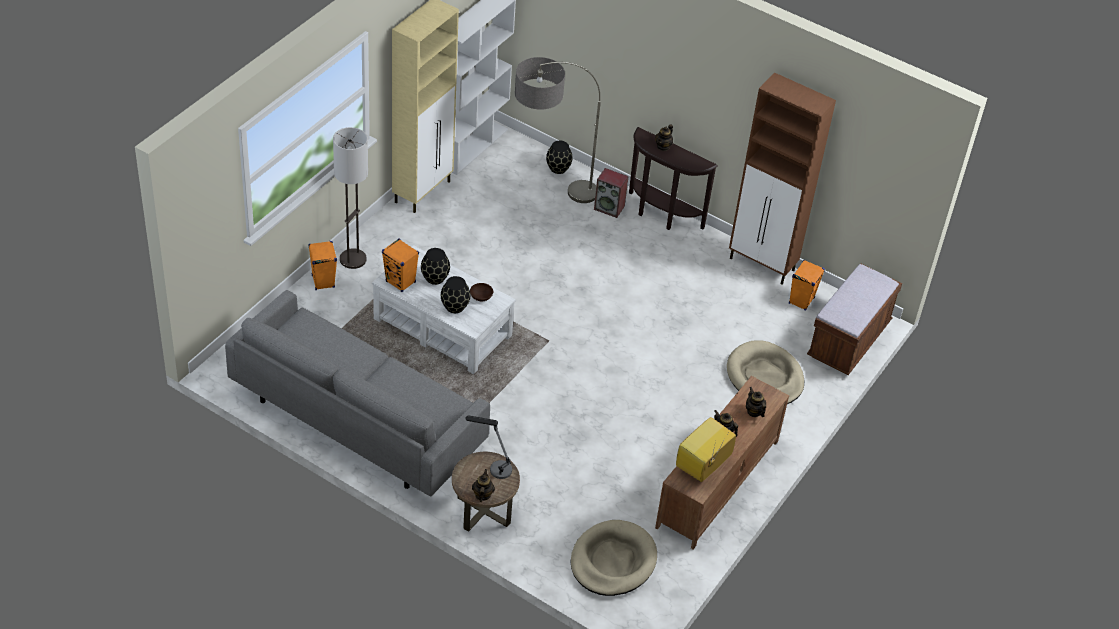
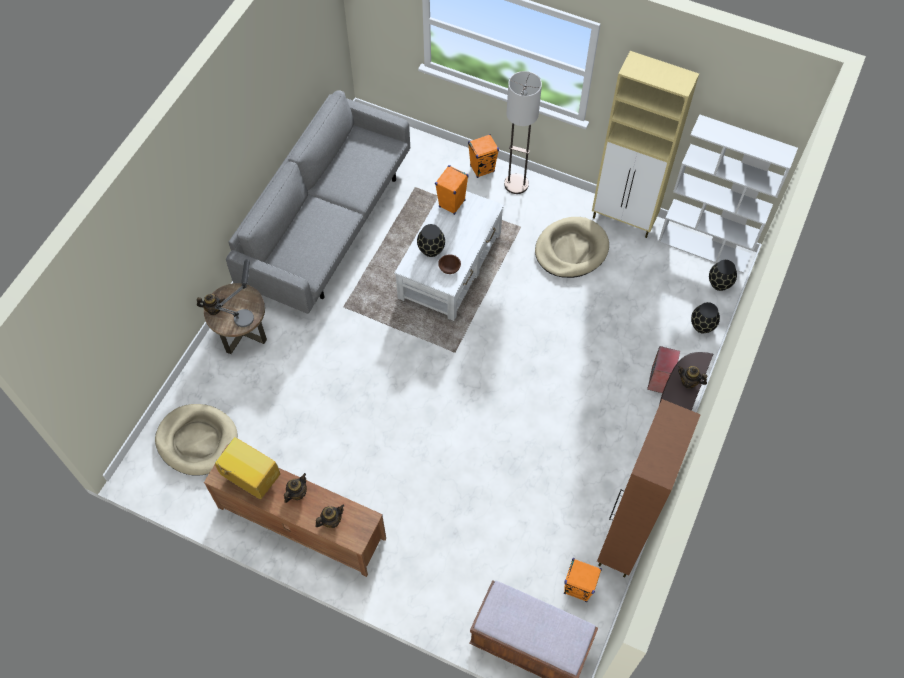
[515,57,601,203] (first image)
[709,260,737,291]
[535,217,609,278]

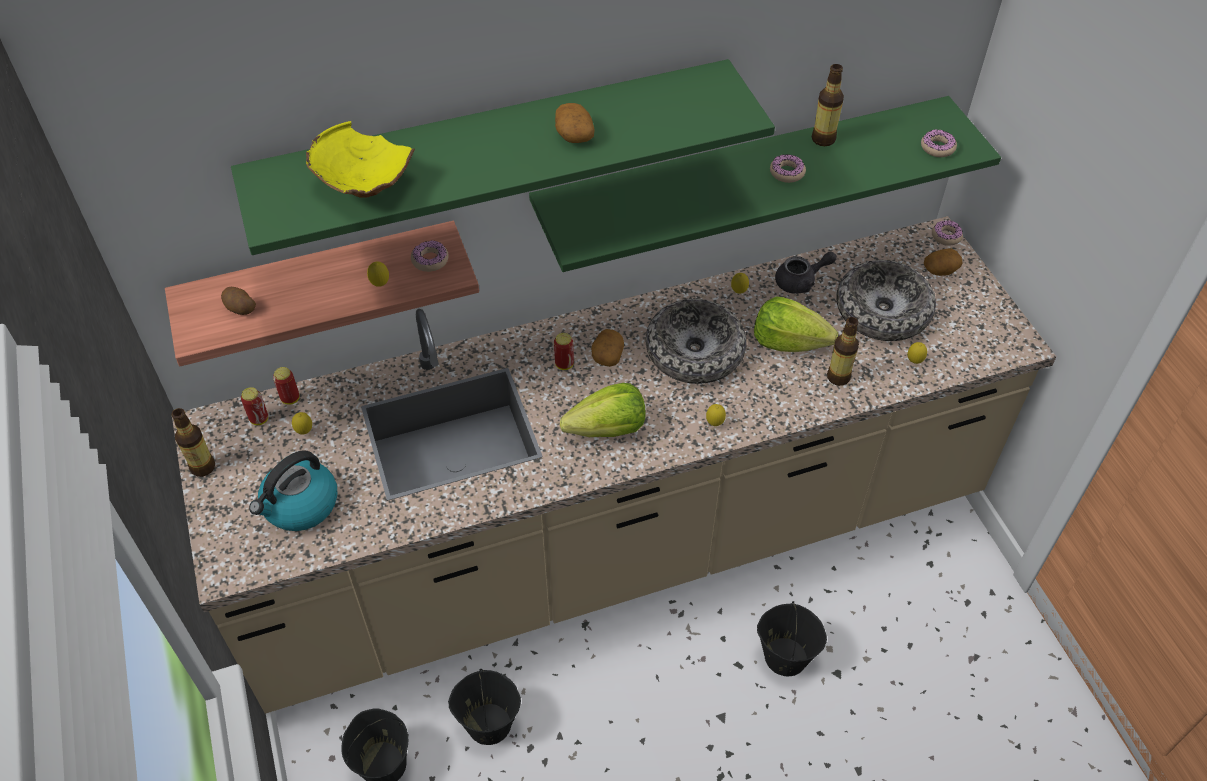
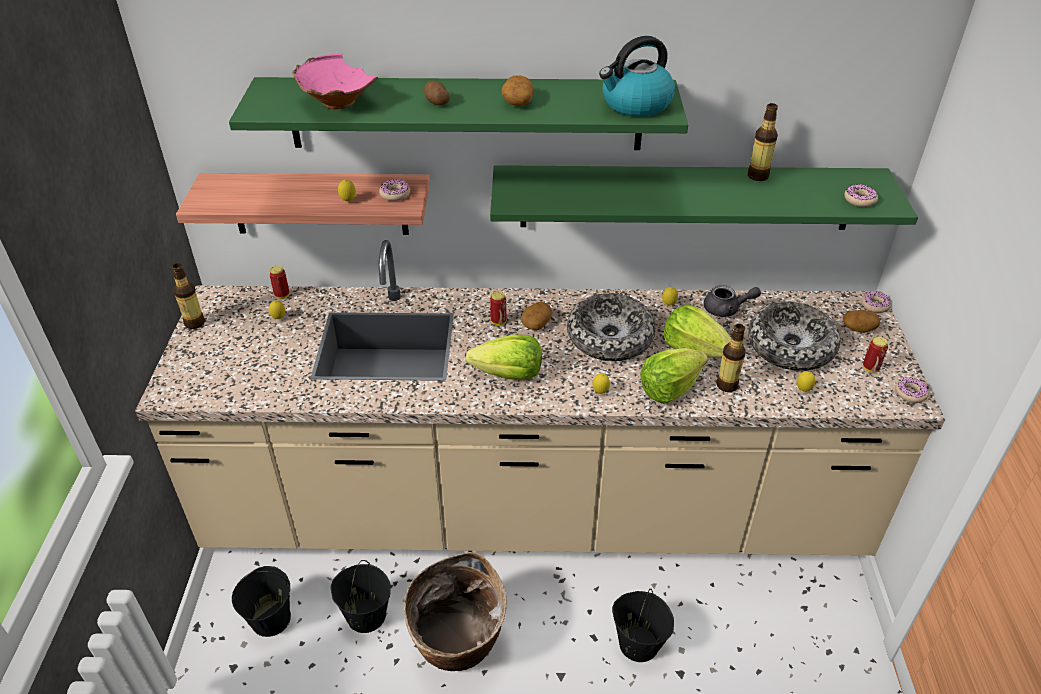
[292,54,378,109]
[895,377,929,403]
[424,81,450,106]
[863,337,888,372]
[599,36,675,117]
[640,348,708,404]
[404,552,507,671]

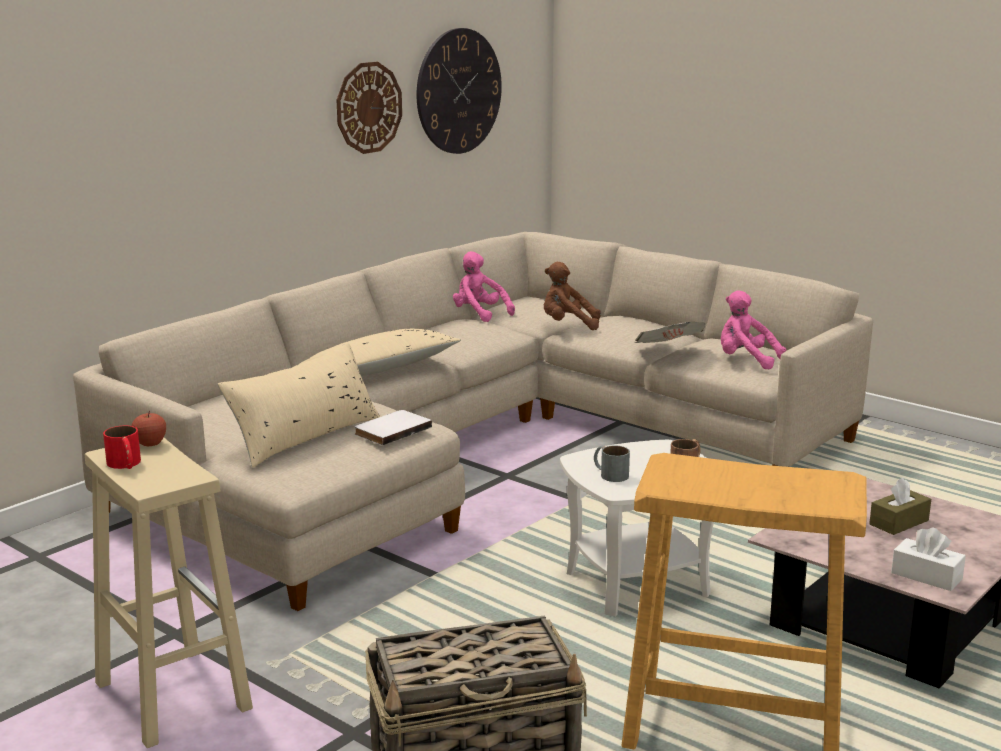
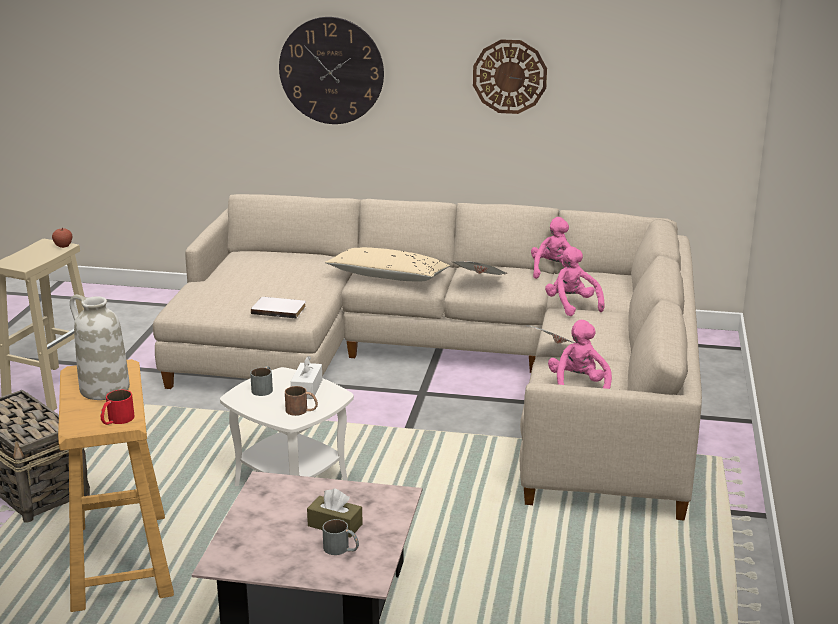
[279,17,384,124]
[545,246,605,316]
[218,342,380,468] (first image)
[101,390,135,425]
[291,356,322,399]
[453,261,507,275]
[70,295,130,400]
[322,519,359,555]

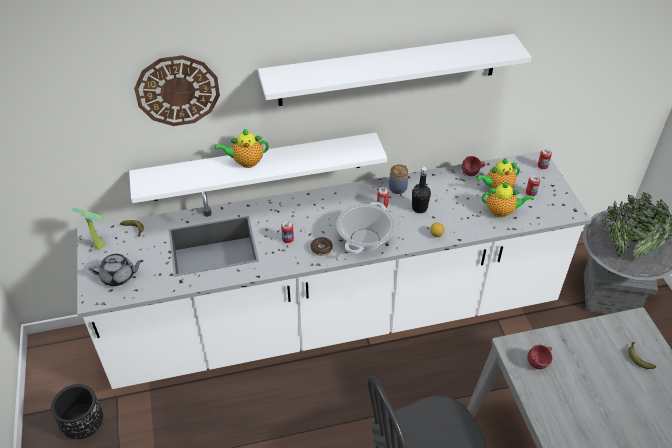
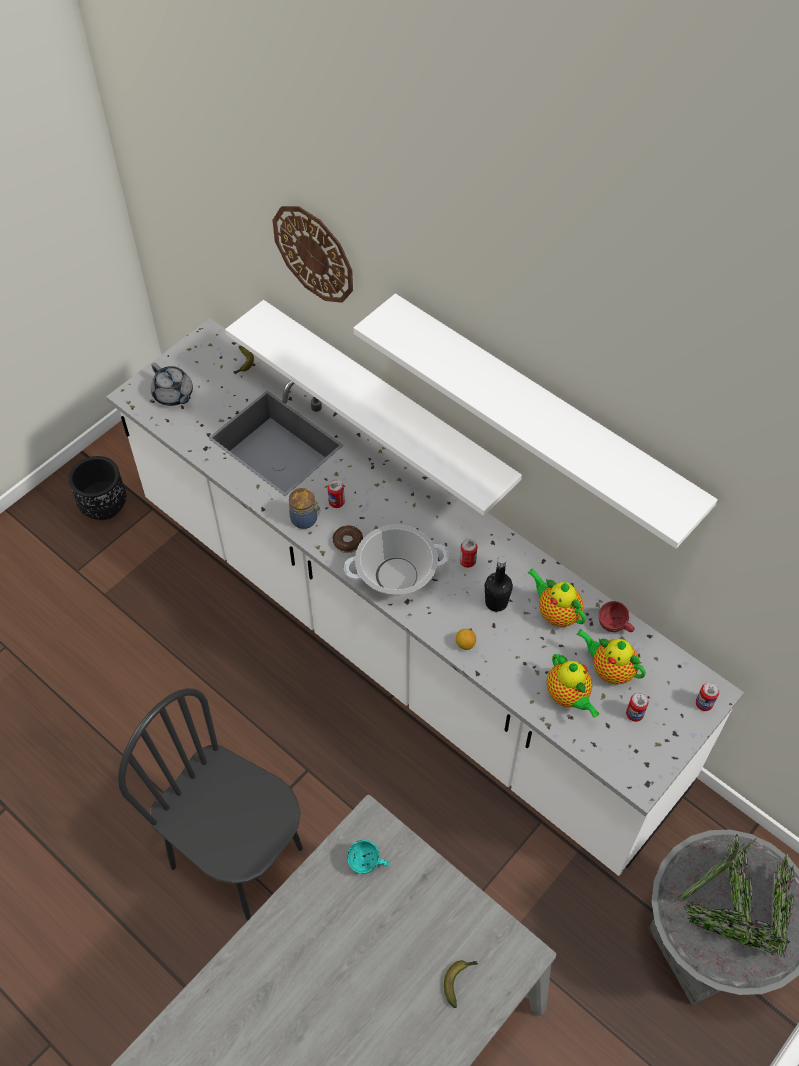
[527,569,586,627]
[289,488,320,529]
[72,208,105,250] (first image)
[347,840,389,874]

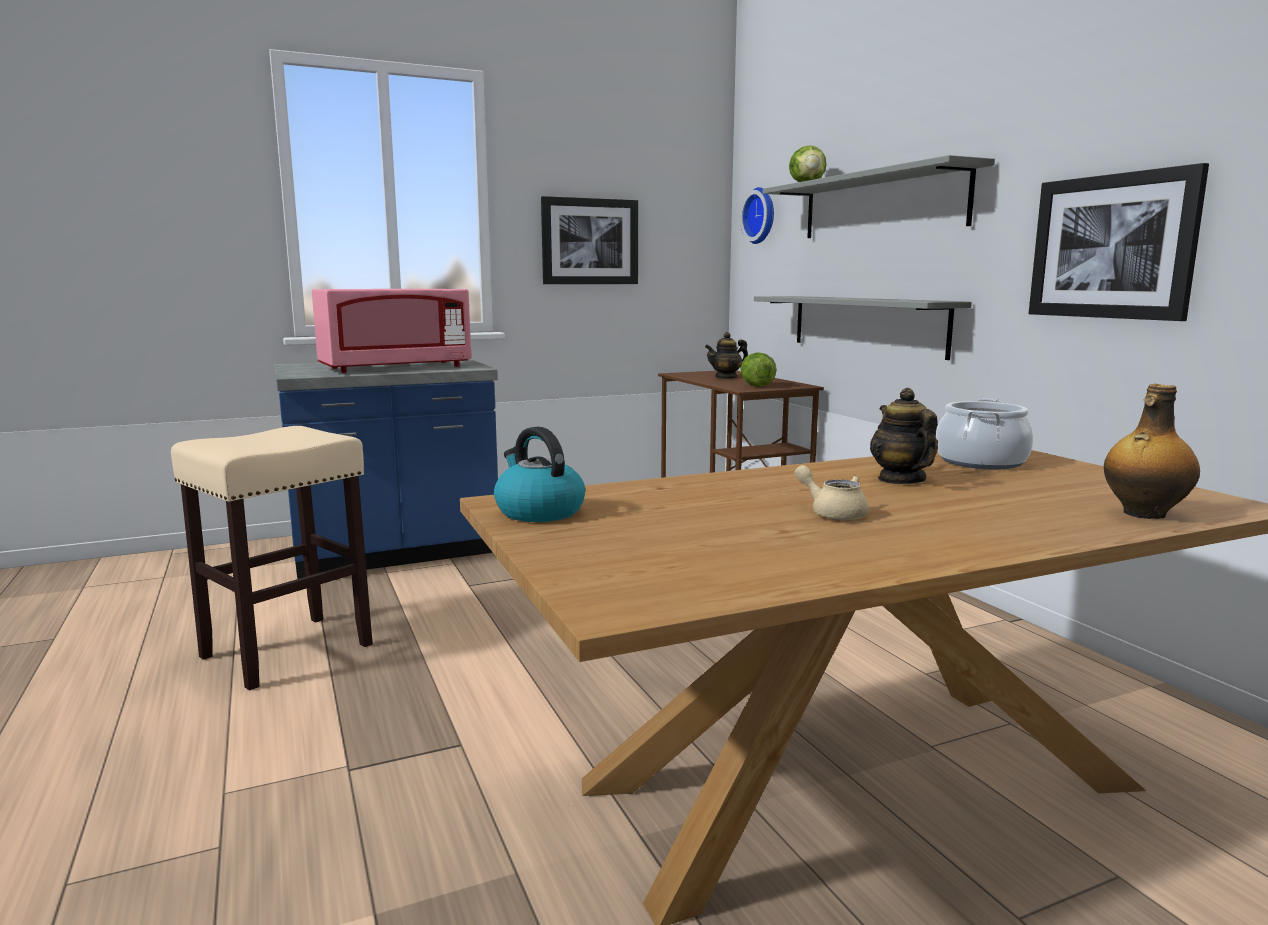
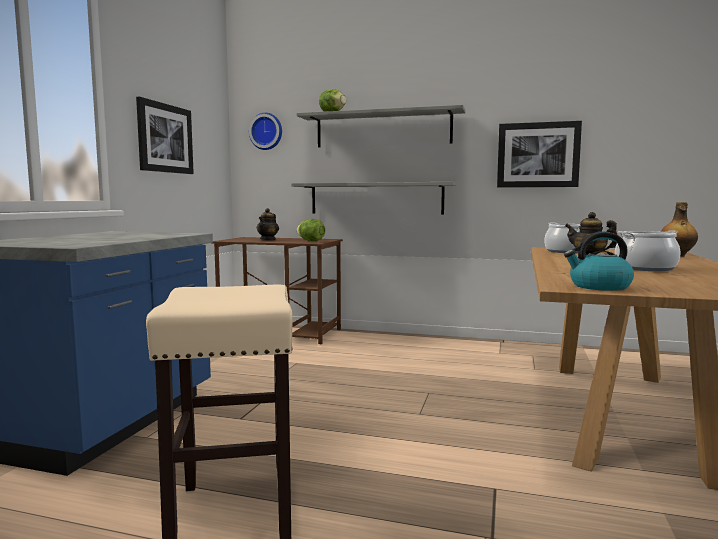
[312,289,471,373] (first image)
[615,230,680,271]

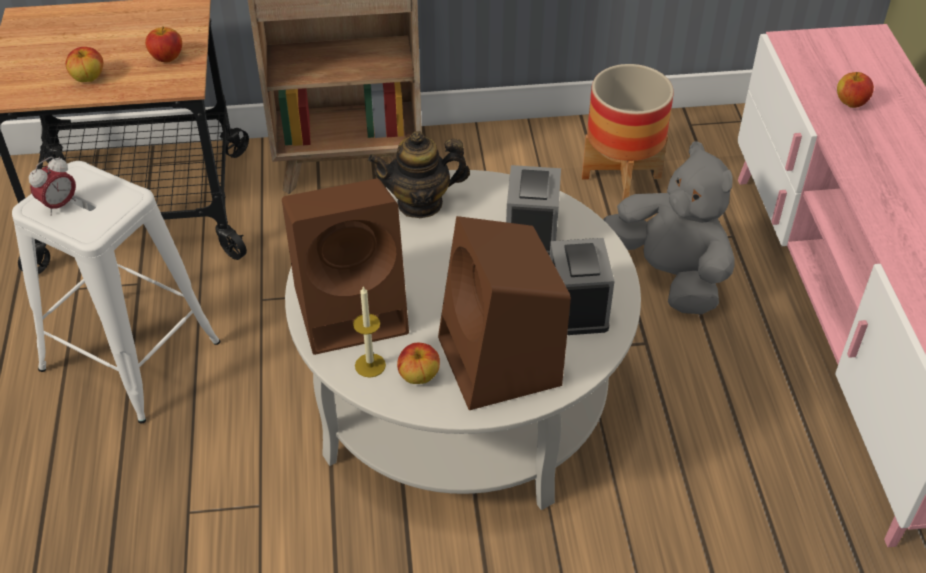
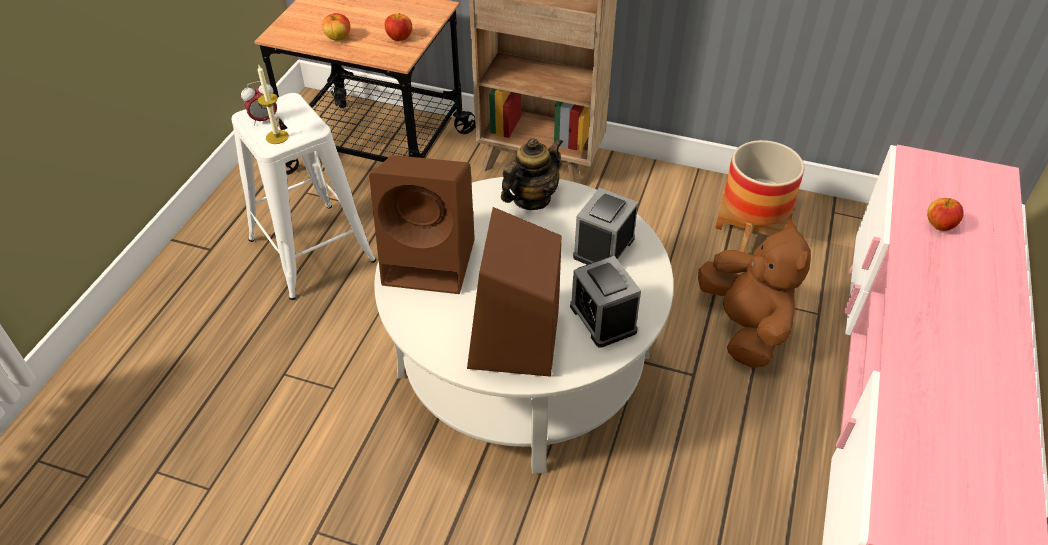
[501,138,563,210]
[698,219,811,368]
[570,256,641,348]
[257,65,289,144]
[397,343,440,384] (first image)

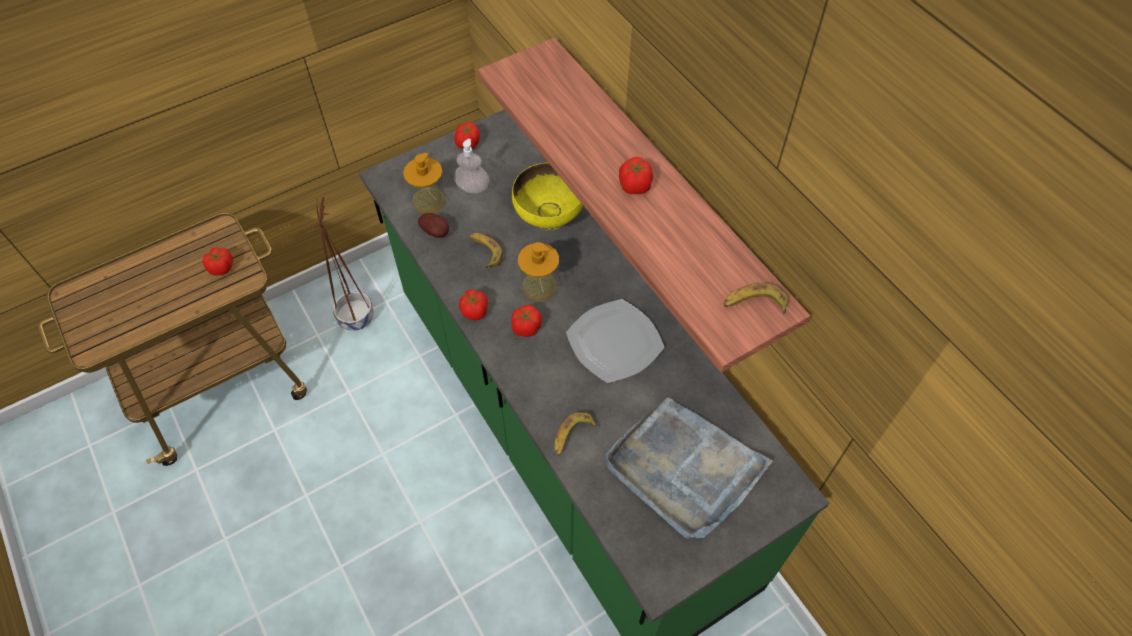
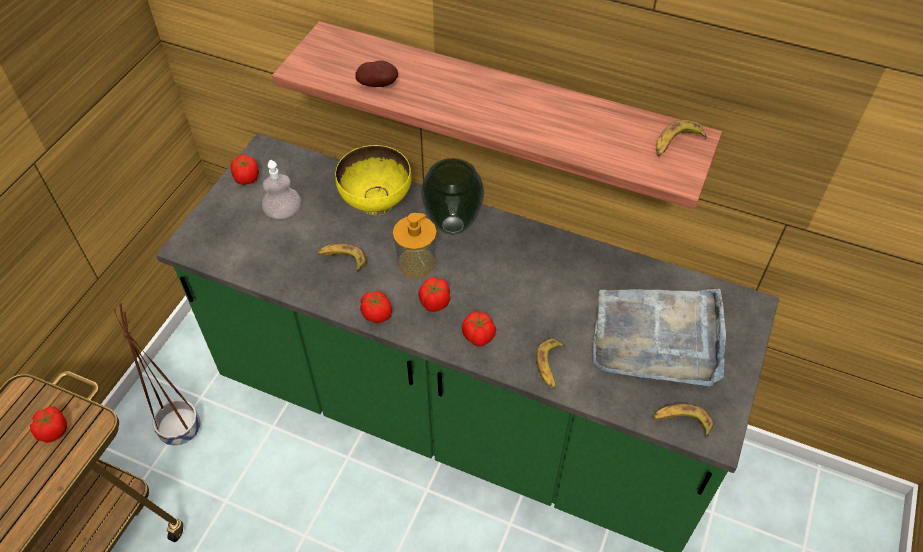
[403,153,445,213] (first image)
[462,311,496,347]
[355,60,398,87]
[566,299,665,383] (first image)
[421,158,484,235]
[653,404,713,438]

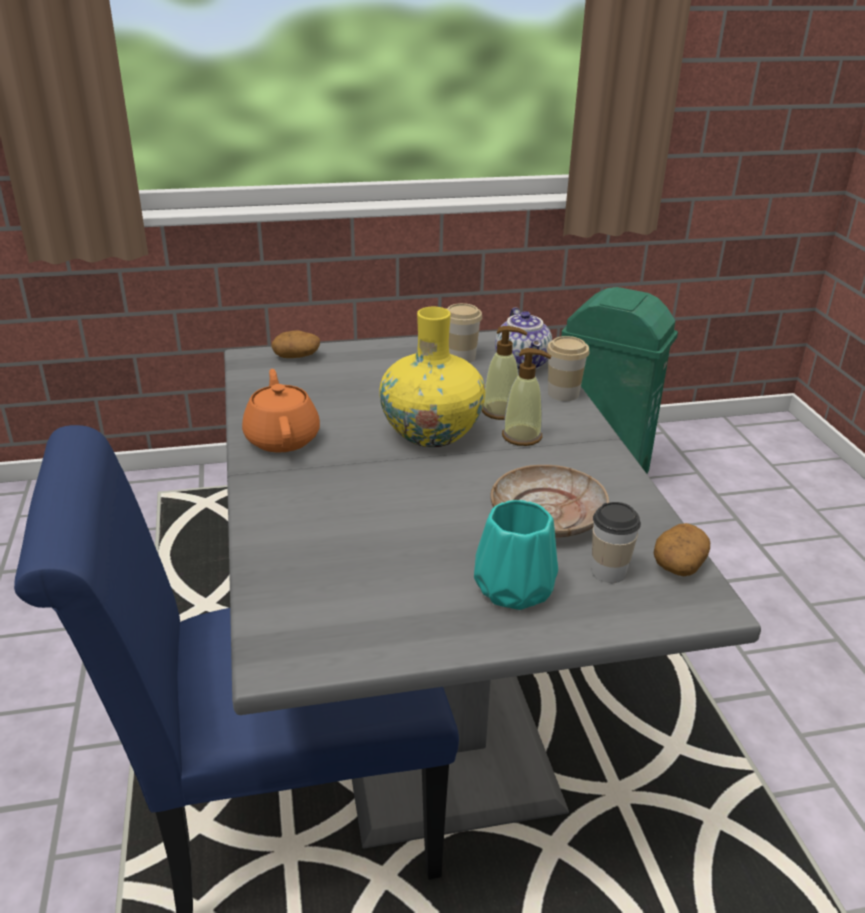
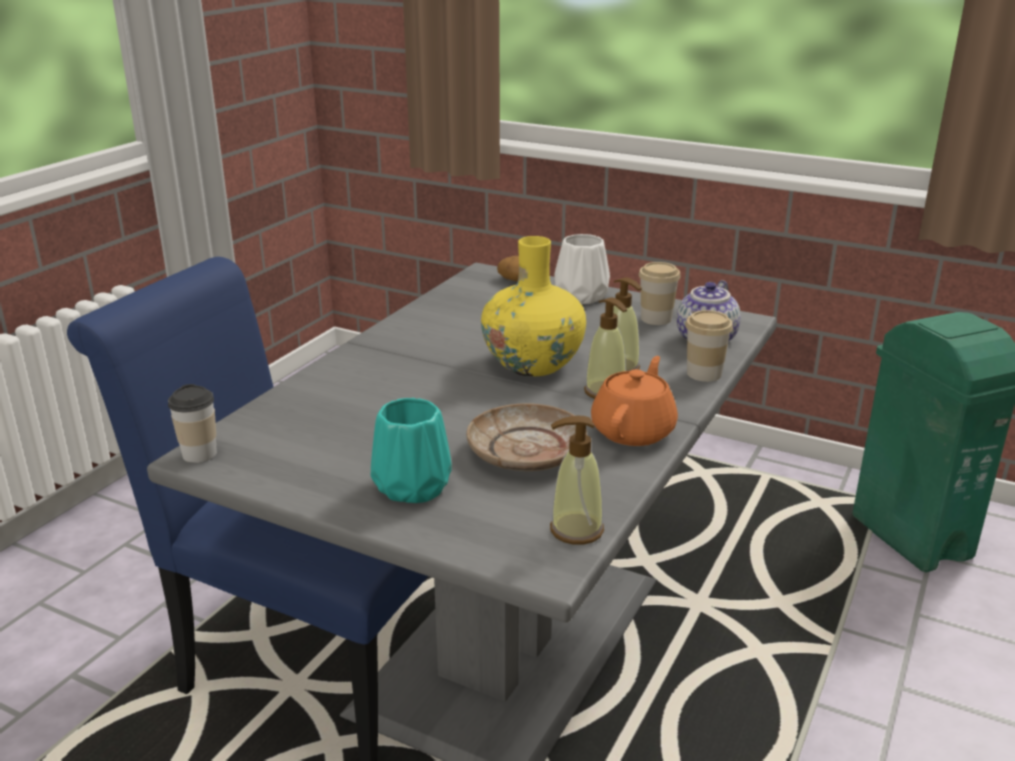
[591,356,678,446]
[168,384,217,463]
[550,416,604,545]
[554,234,610,304]

